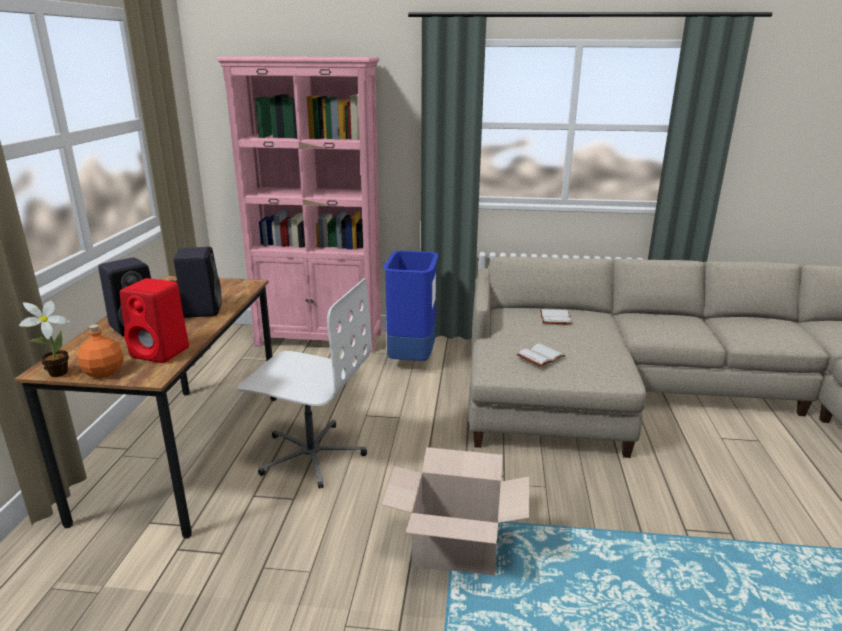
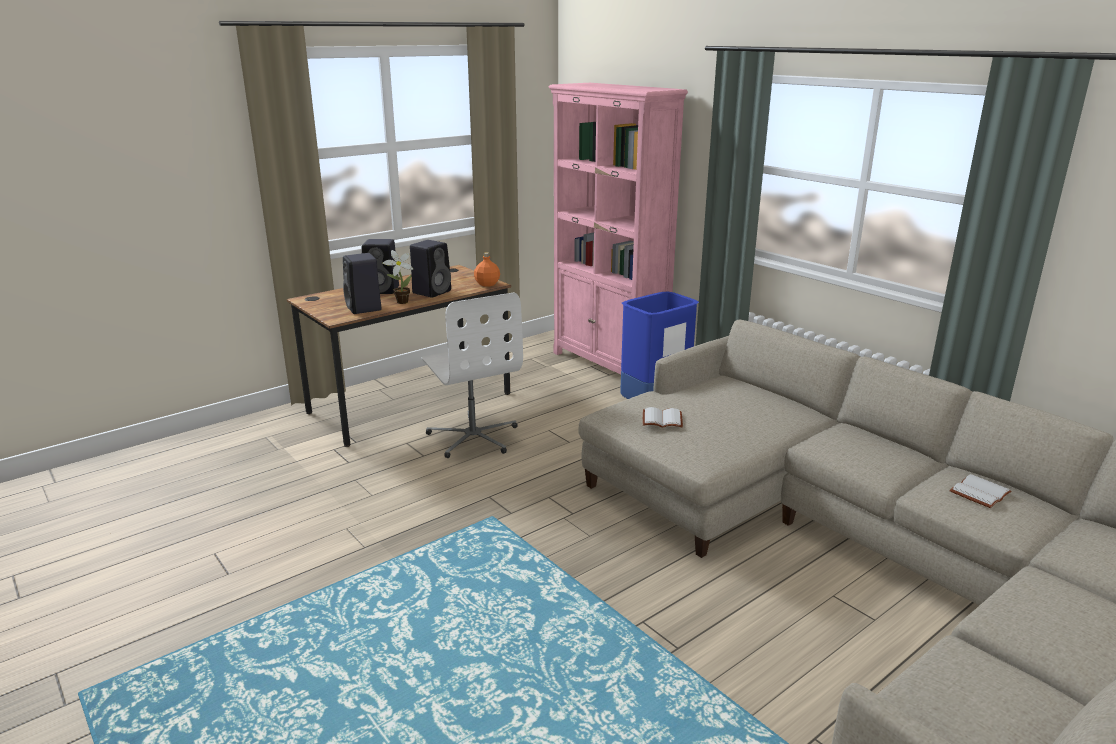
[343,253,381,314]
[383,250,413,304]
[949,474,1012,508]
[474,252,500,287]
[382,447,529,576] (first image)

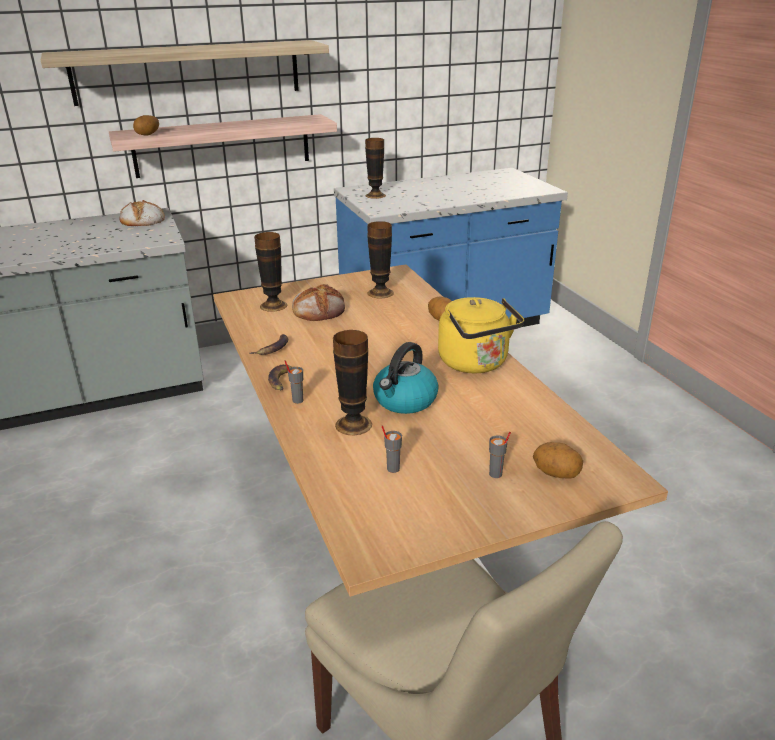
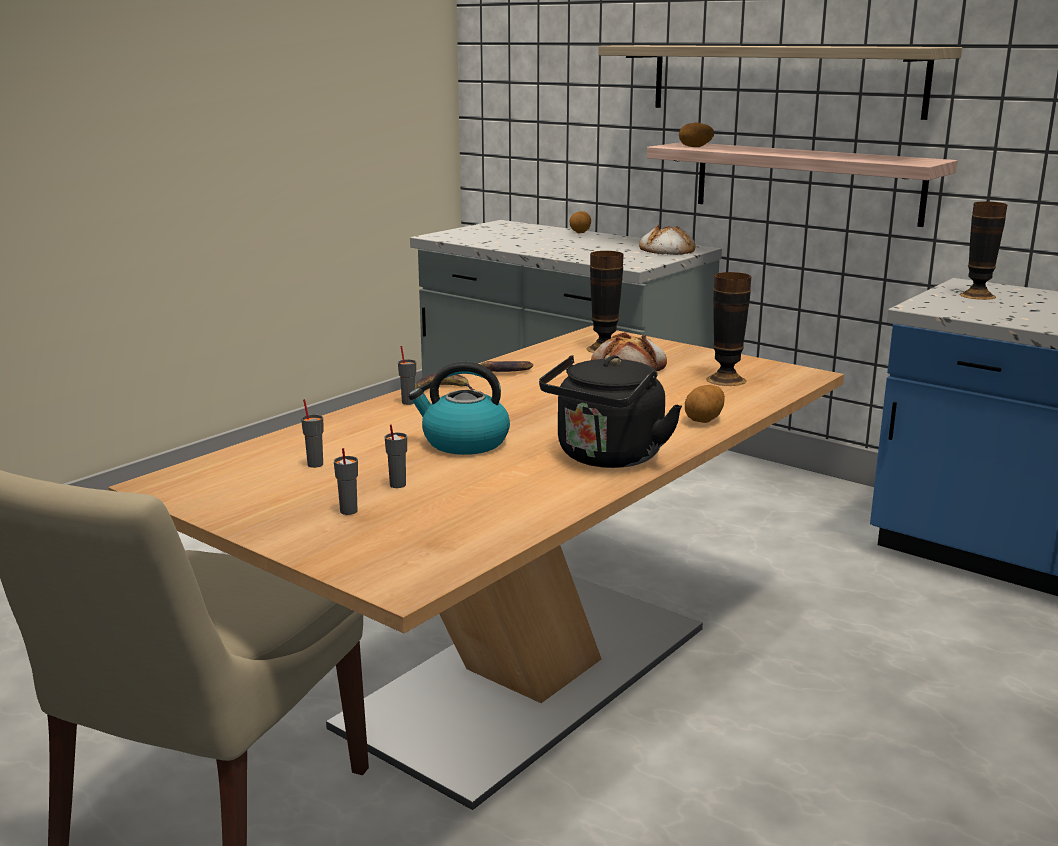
[539,355,682,468]
[333,330,372,435] (first image)
[570,211,591,233]
[384,424,407,488]

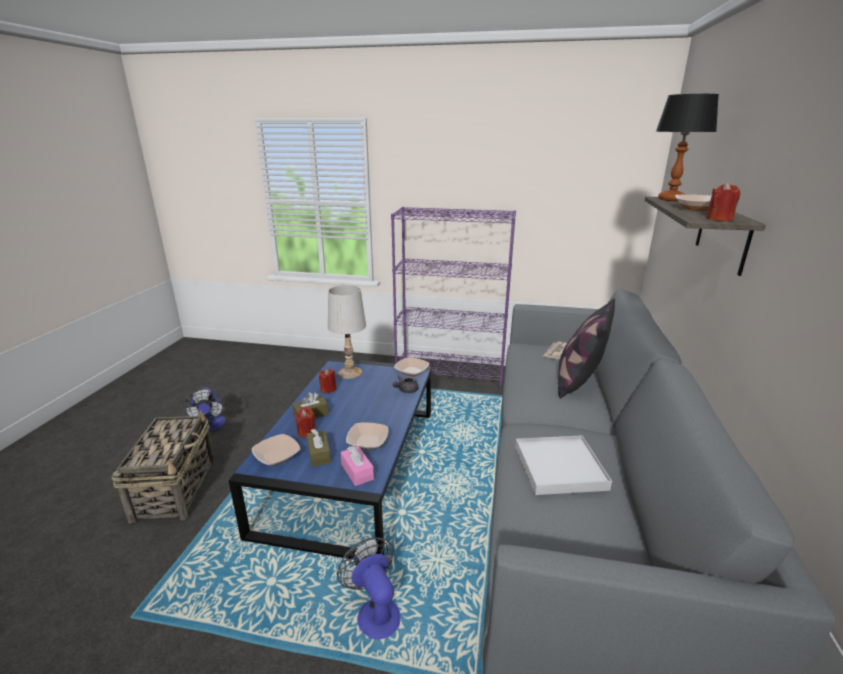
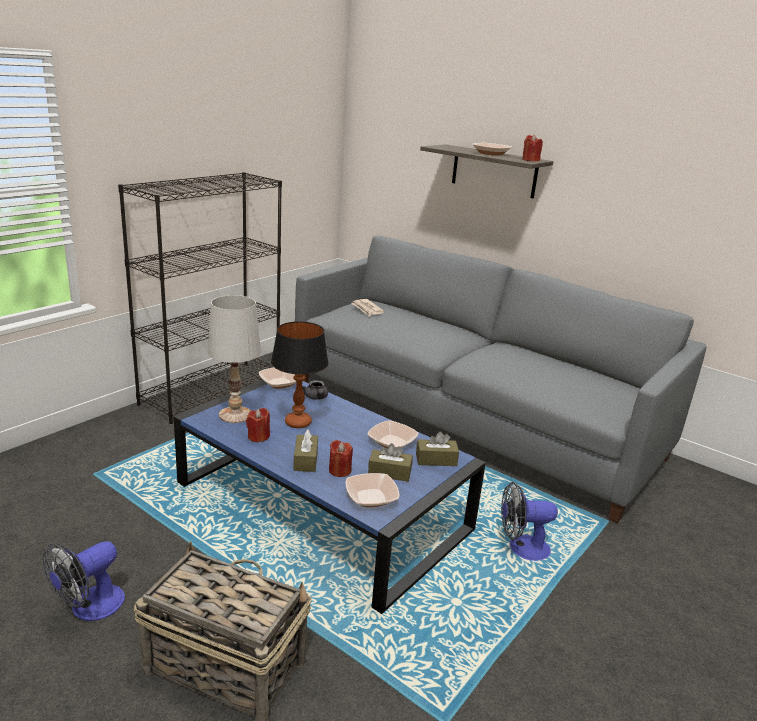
[271,321,329,428]
[118,172,282,424]
[558,299,615,398] (first image)
[43,541,125,621]
[515,435,612,495] (first image)
[416,432,459,466]

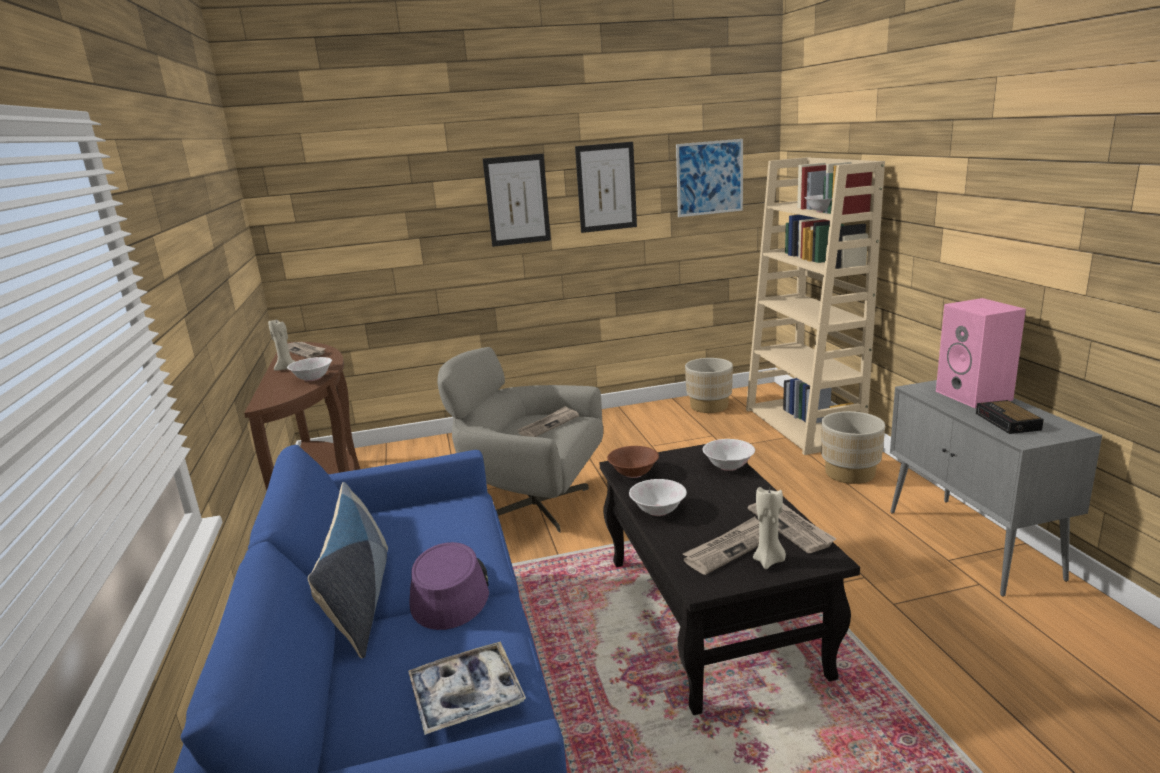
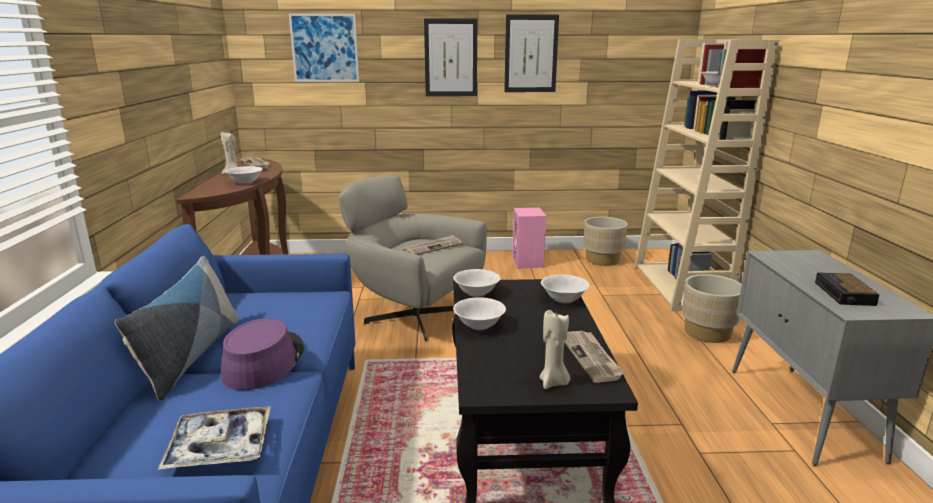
[289,13,359,82]
[512,208,546,269]
[453,269,500,297]
[683,517,759,575] (first image)

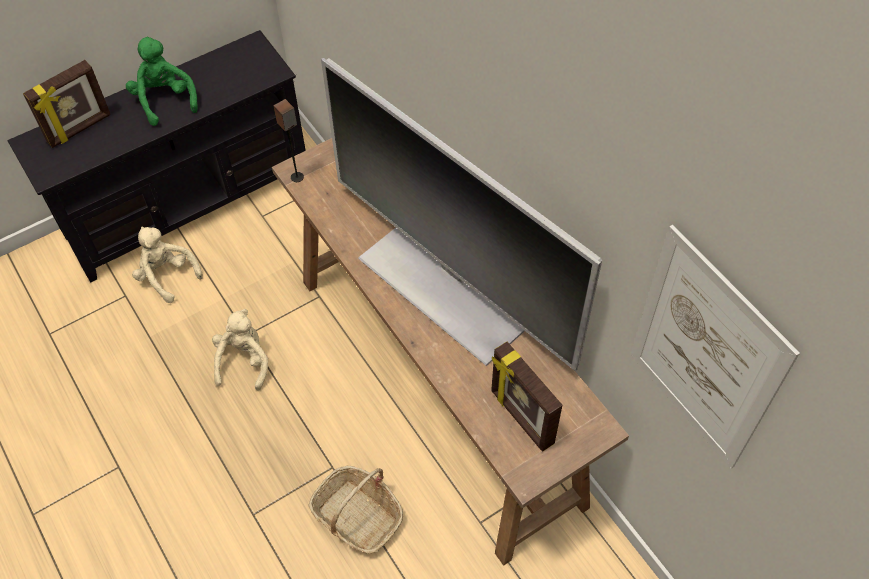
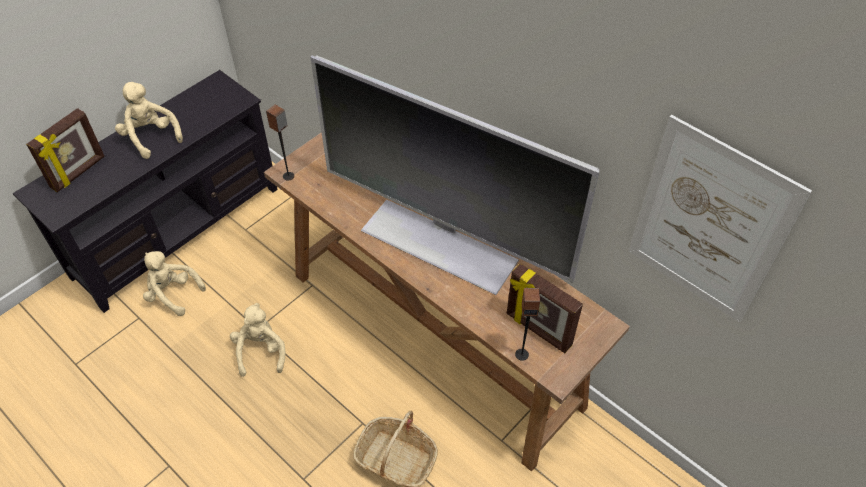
[115,82,183,159]
[515,288,540,361]

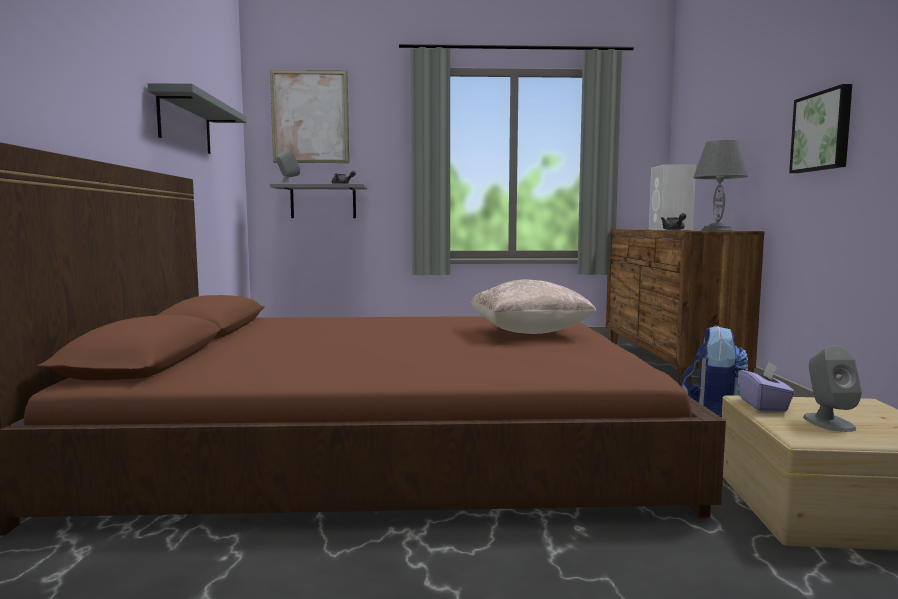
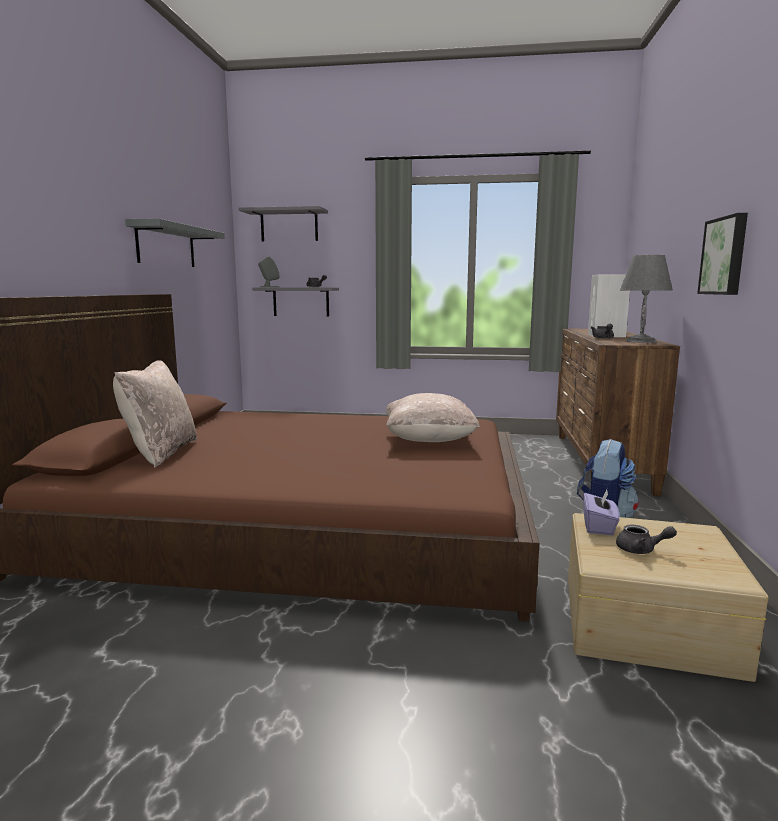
[239,206,328,241]
[616,524,677,554]
[113,360,197,468]

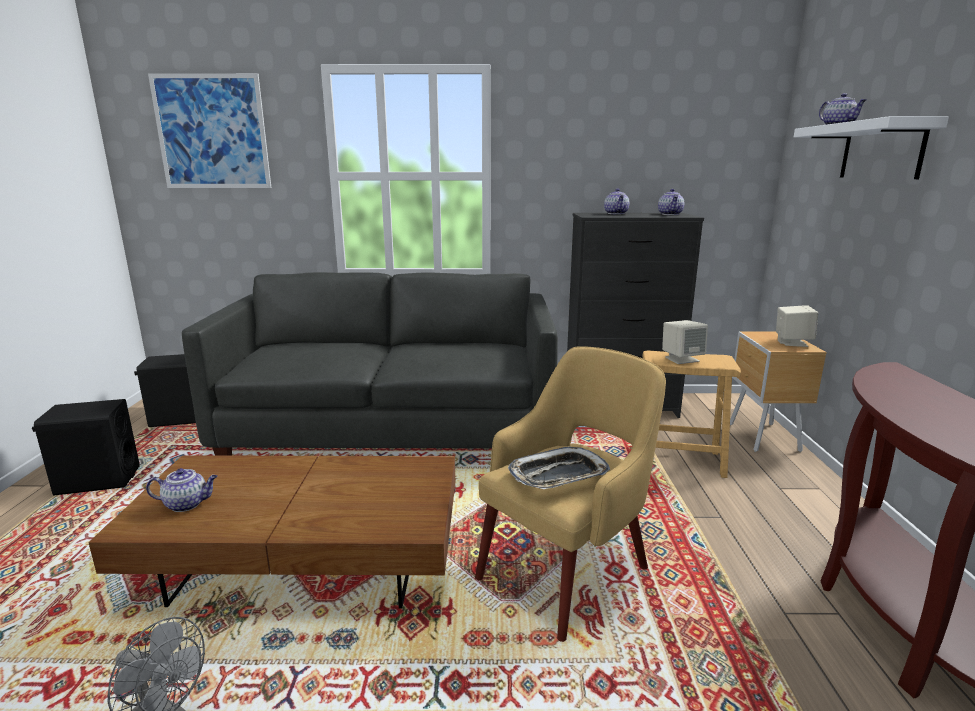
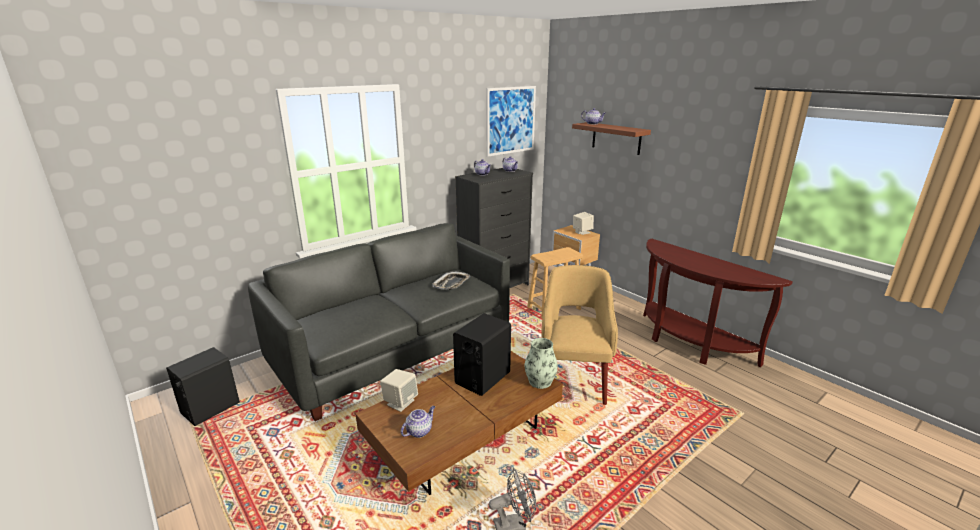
[486,86,536,157]
[572,122,651,155]
[380,369,418,412]
[453,313,511,396]
[432,272,470,290]
[524,338,558,389]

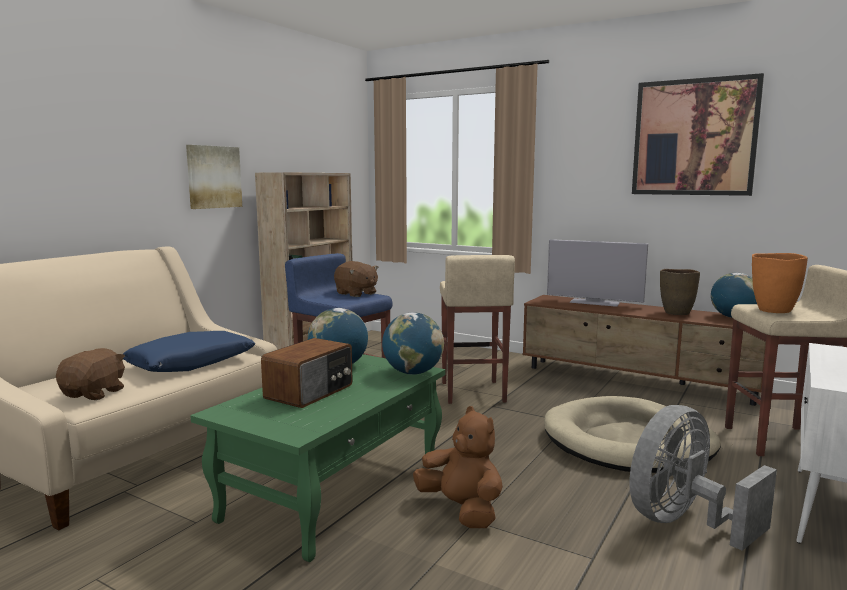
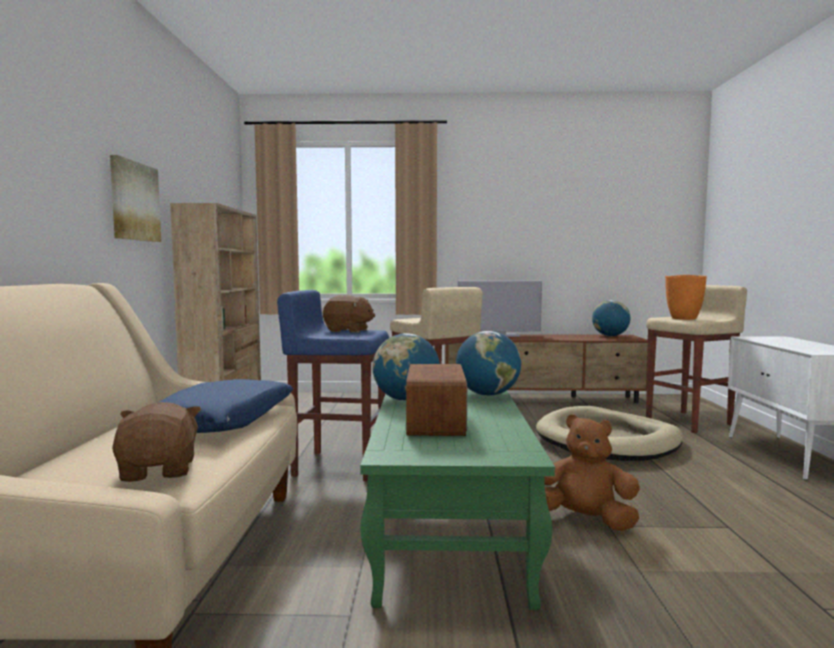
[632,73,764,196] (first image)
[660,269,700,315] (first image)
[630,405,777,551] (first image)

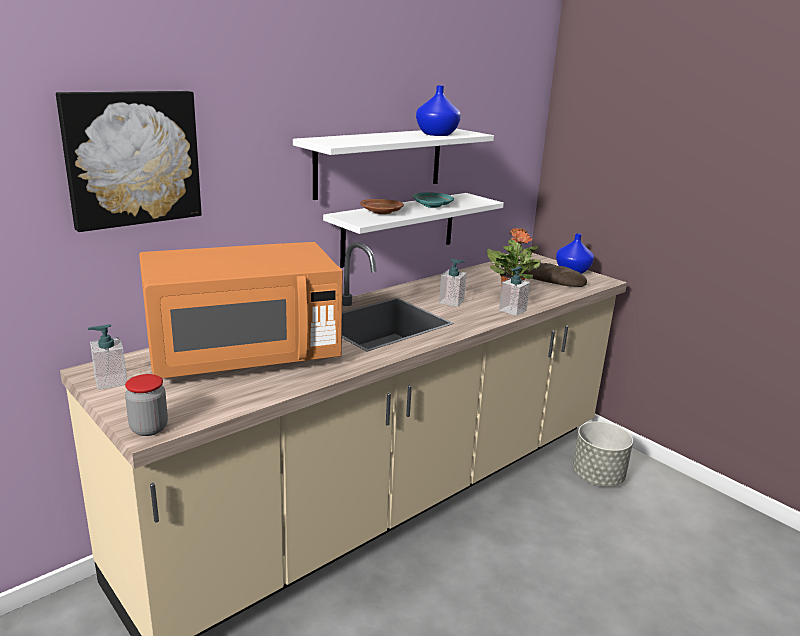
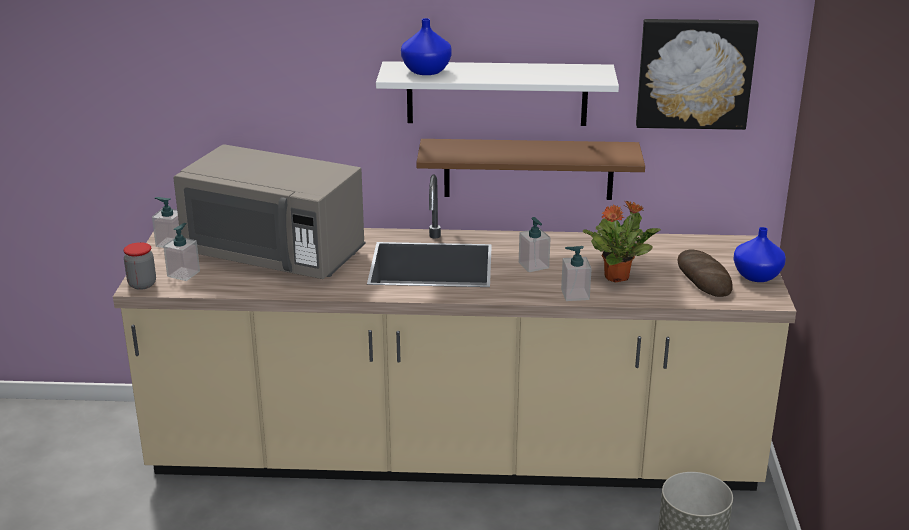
[401,18,452,75]
[636,19,759,130]
[413,192,454,208] (first image)
[416,139,645,200]
[360,199,404,214] (first image)
[174,144,365,279]
[163,223,200,281]

